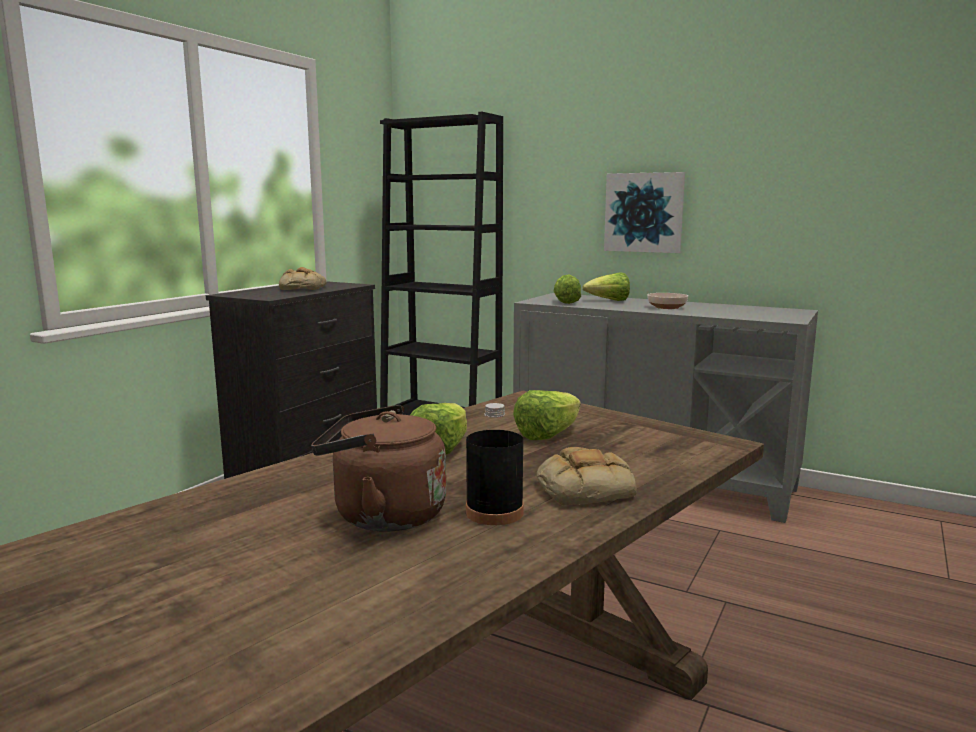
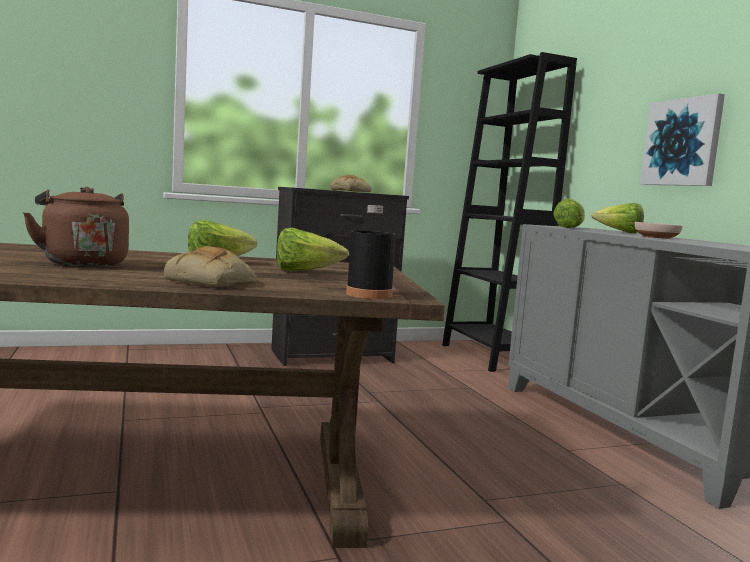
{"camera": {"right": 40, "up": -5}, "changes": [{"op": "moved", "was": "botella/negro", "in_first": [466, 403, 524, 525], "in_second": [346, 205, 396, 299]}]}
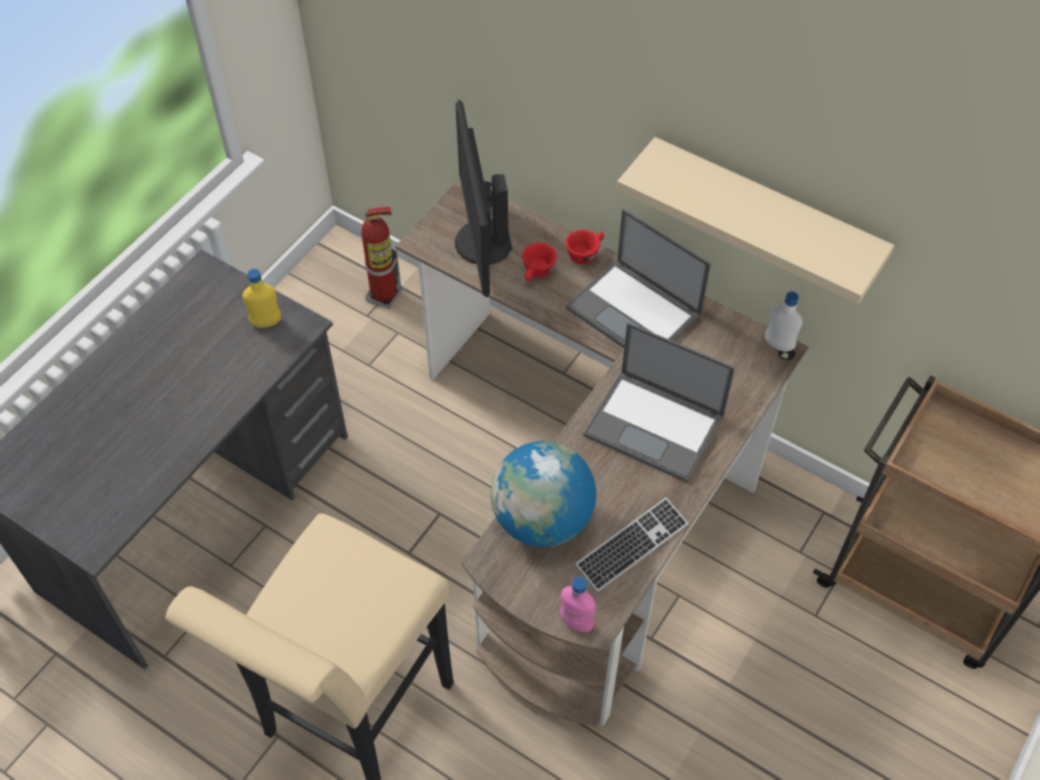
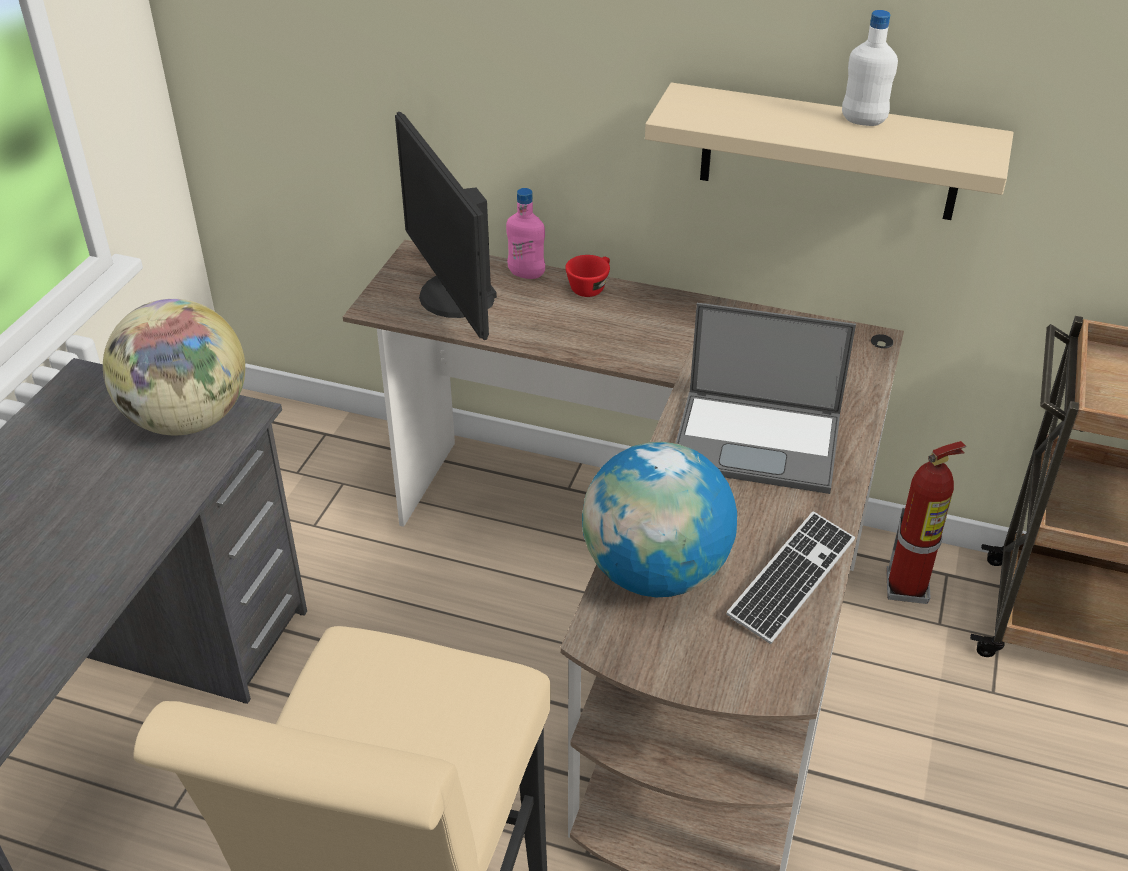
{"camera": {"right": -15, "up": -15}, "changes": [{"op": "replaced", "was": "botella/amarillo", "now": "globo terráqueo", "in_first": [242, 269, 281, 328], "in_second": [103, 299, 245, 435]}, {"op": "moved", "was": "botella/rosa", "in_first": [560, 576, 596, 633], "in_second": [506, 188, 545, 279]}, {"op": "moved", "was": "botella/blanco", "in_first": [765, 292, 802, 352], "in_second": [842, 10, 898, 126]}, {"op": "moved", "was": "extintor", "in_first": [361, 207, 402, 309], "in_second": [887, 441, 966, 604]}, {"op": "removed", "was": "taza/rojo", "in_first": [522, 242, 557, 281]}, {"op": "removed", "was": "portátil", "in_first": [566, 209, 711, 348]}]}
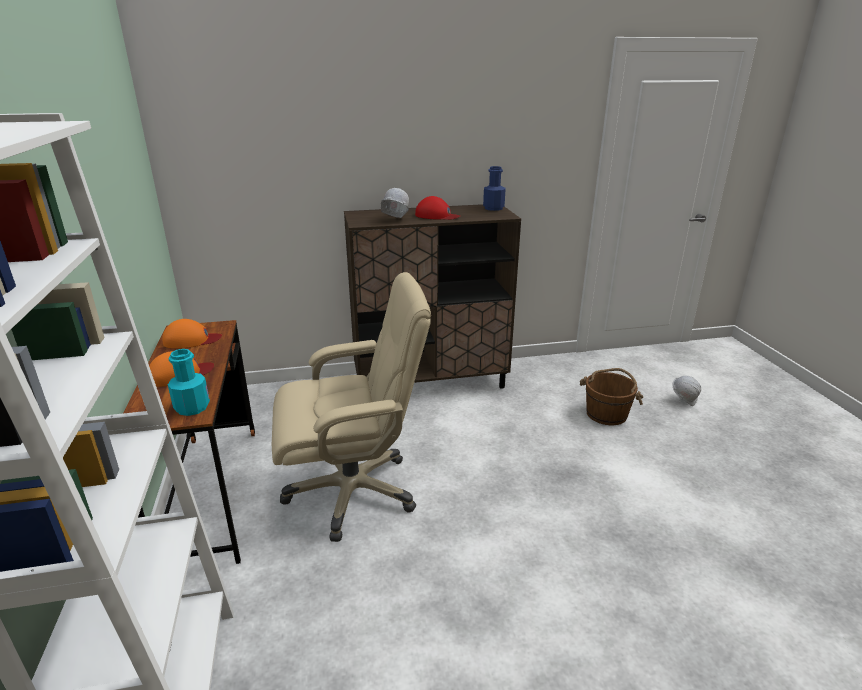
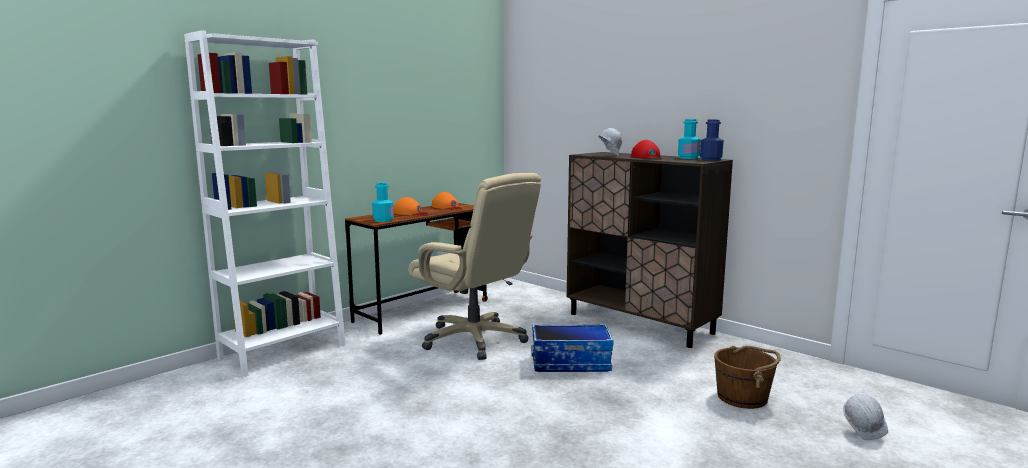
{"camera": {"right": 55, "up": -15}, "changes": [{"op": "added", "now": "caja de almacenaje", "in_second": [531, 324, 614, 372]}, {"op": "added", "now": "botella/turquesa", "in_second": [678, 119, 701, 159]}]}
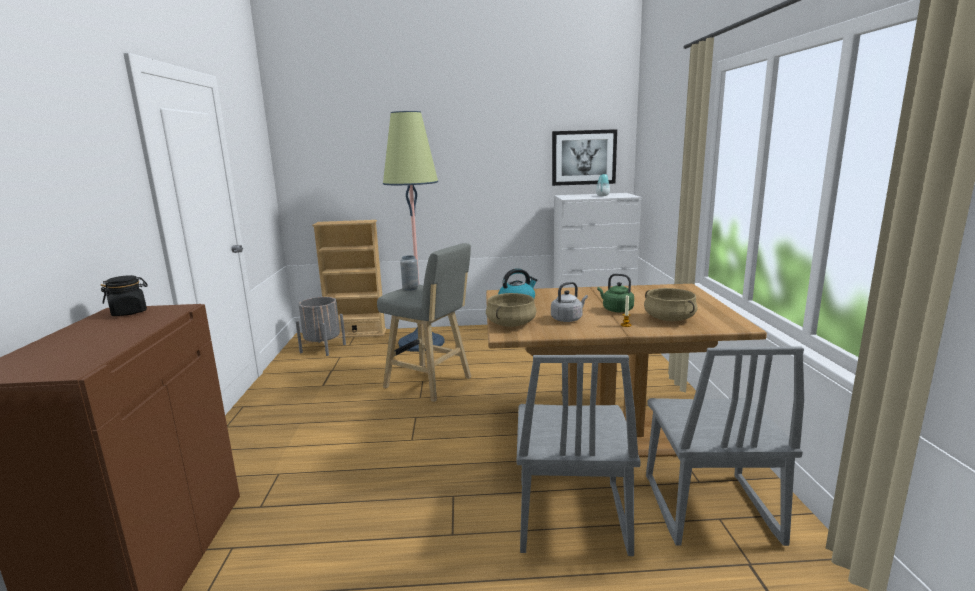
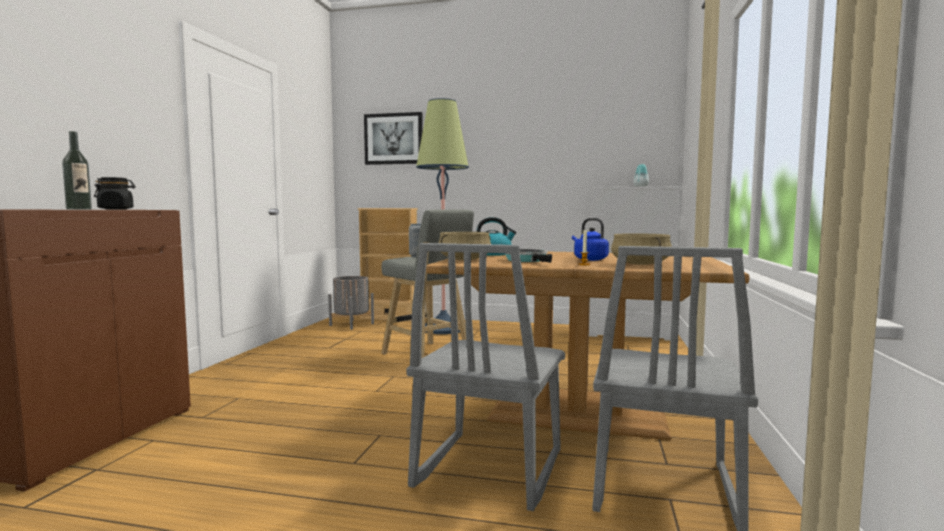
{"camera": {"right": 15, "up": -10}, "changes": [{"op": "added", "now": "botella", "in_second": [62, 131, 92, 209]}, {"op": "moved", "was": "cuadro", "in_first": [552, 129, 617, 186], "in_second": [364, 112, 423, 165]}, {"op": "replaced", "was": "hervidor/gris", "now": "sartén", "in_first": [551, 282, 588, 322], "in_second": [505, 249, 552, 263]}, {"op": "recoloured", "was": "hervidor/verde", "now": "hervidor/azul", "in_first": [597, 273, 634, 312], "in_second": [572, 218, 609, 261]}]}
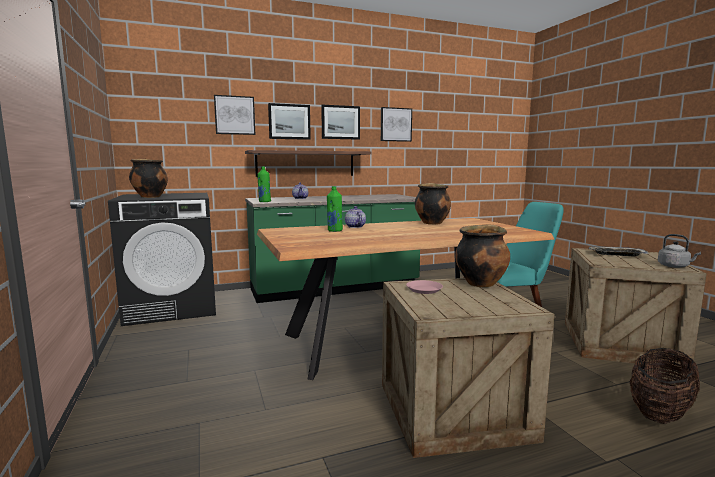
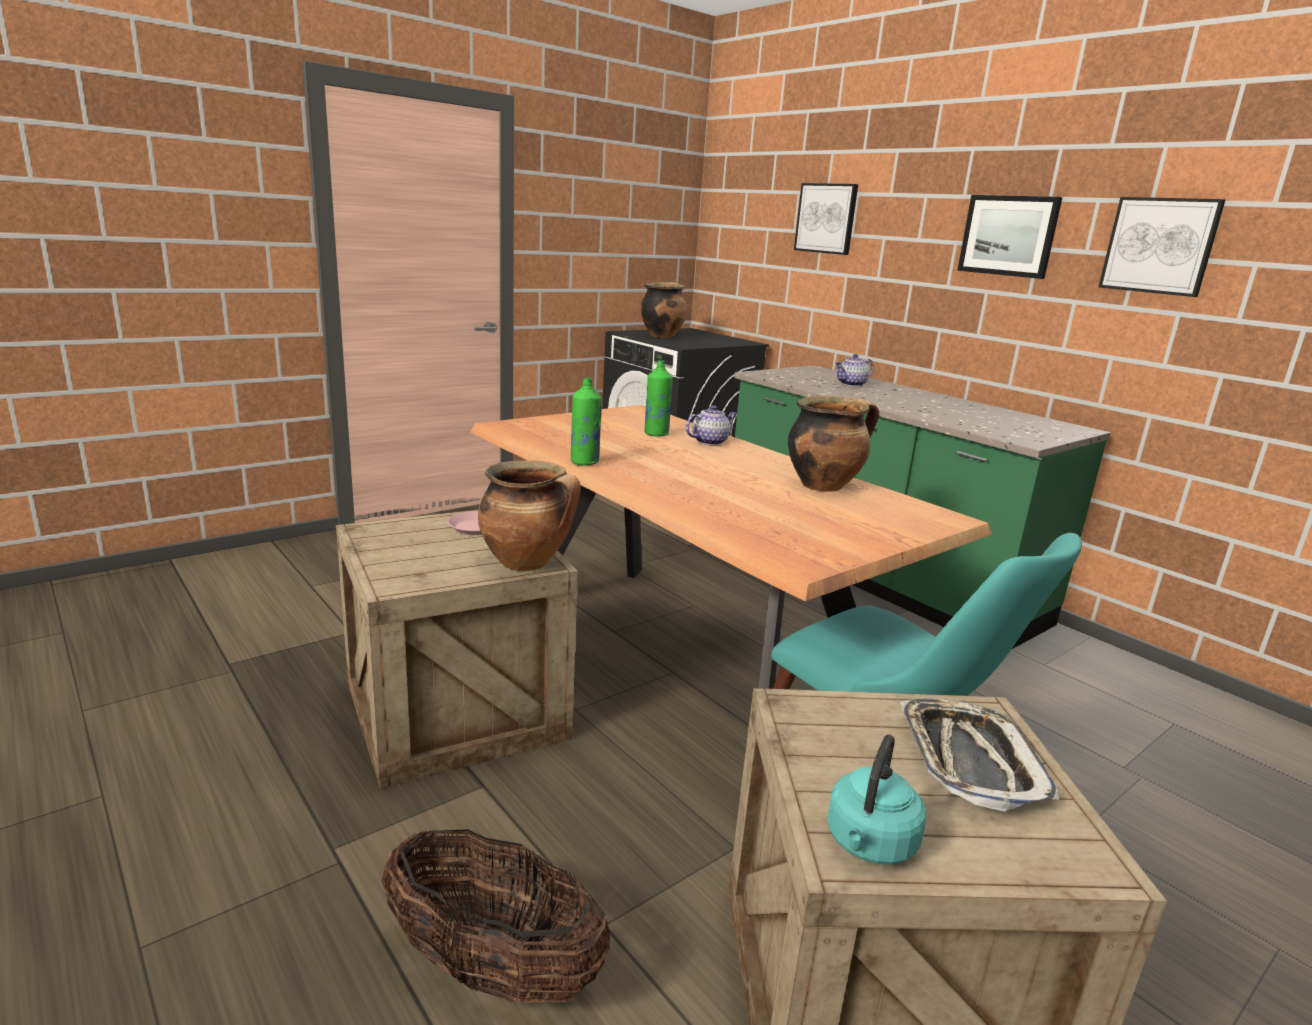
{"camera": {"right": 70, "up": 10}, "changes": [{"op": "moved", "was": "botella/verde", "in_first": [257, 166, 271, 202], "in_second": [571, 377, 602, 466]}, {"op": "recoloured", "was": "hervidor/gris", "now": "hervidor/turquesa", "in_first": [658, 234, 701, 268], "in_second": [827, 734, 926, 865]}, {"op": "removed", "was": "estante", "in_first": [245, 150, 372, 177]}, {"op": "removed", "was": "cuadro", "in_first": [268, 103, 311, 140]}]}
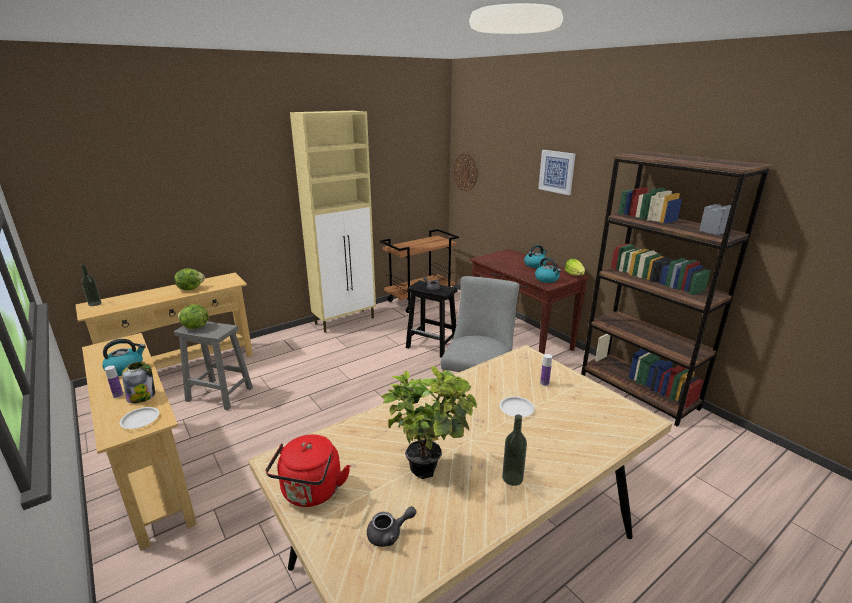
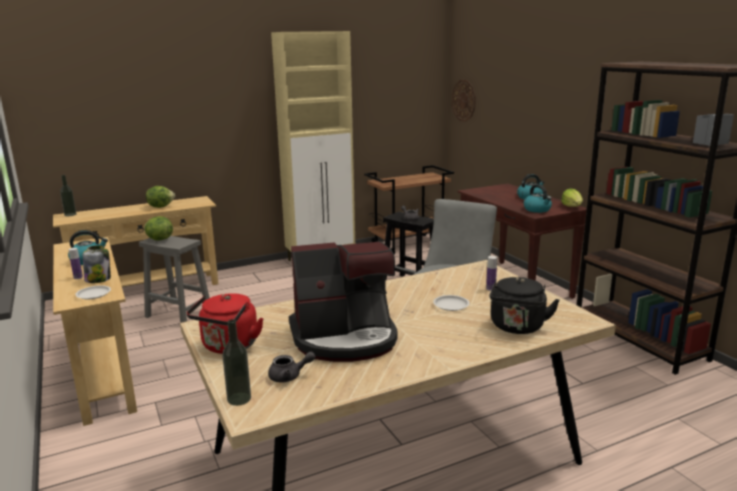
{"camera": {"right": 10, "up": -5}, "changes": [{"op": "moved", "was": "botella", "in_first": [502, 414, 527, 486], "in_second": [222, 319, 251, 406]}, {"op": "replaced", "was": "planta en maceta", "now": "cafetera", "in_first": [381, 366, 477, 479], "in_second": [289, 241, 398, 362]}, {"op": "added", "now": "hervidor/negro", "in_second": [489, 277, 560, 334]}, {"op": "removed", "was": "cuadro", "in_first": [538, 150, 576, 195]}]}
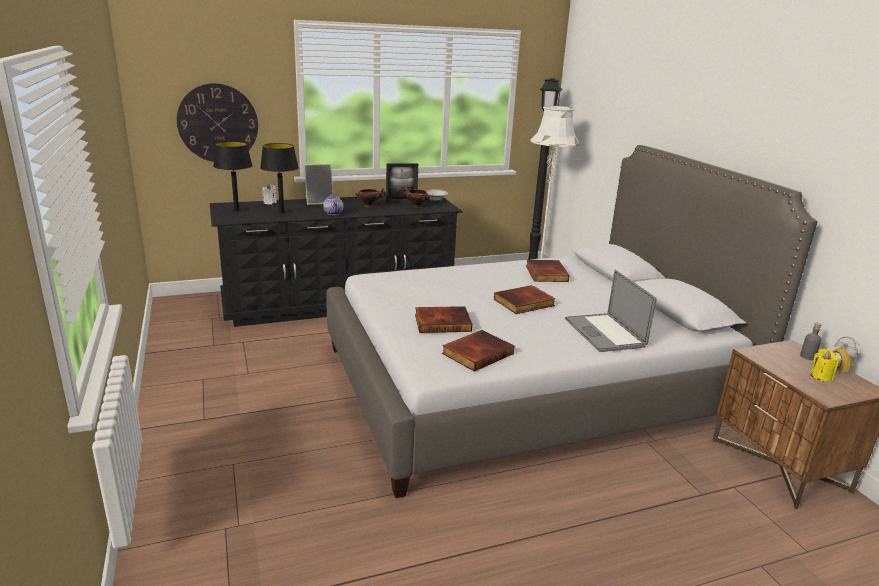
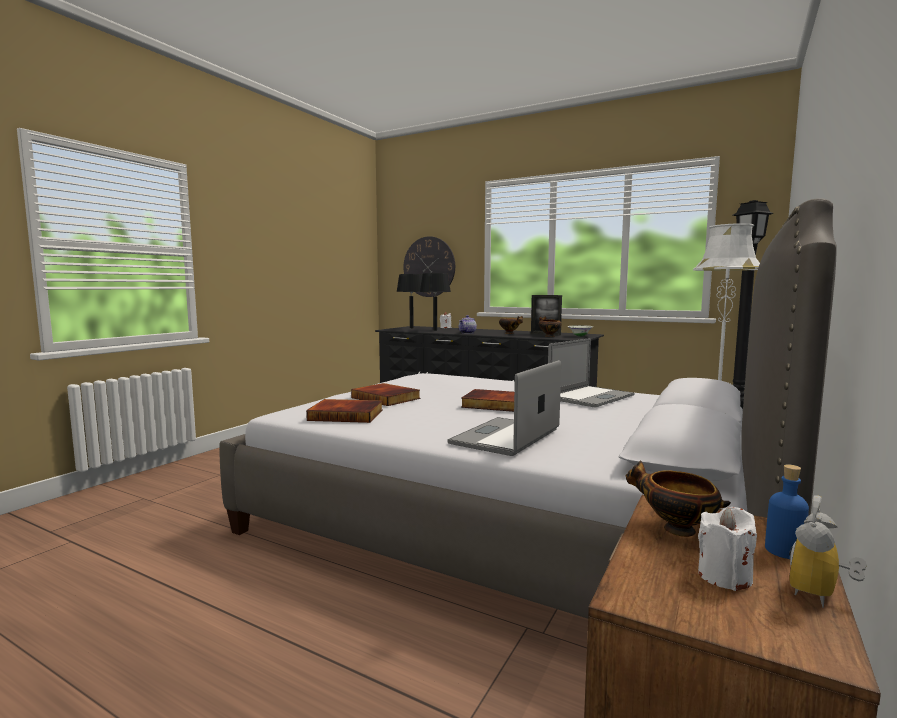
{"camera": {"right": 50, "up": -15}, "changes": [{"op": "replaced", "was": "libro", "now": "portátil", "in_first": [526, 260, 569, 282], "in_second": [548, 338, 635, 407]}, {"op": "added", "now": "cuenco", "in_second": [625, 461, 731, 537]}, {"op": "recoloured", "was": "vela/amarillo", "now": "vela/blanco", "in_first": [810, 349, 839, 382], "in_second": [698, 507, 757, 591]}, {"op": "recoloured", "was": "botella/gris", "now": "botella/azul", "in_first": [800, 323, 822, 360], "in_second": [765, 465, 809, 559]}, {"op": "removed", "was": "portarretratos", "in_first": [304, 164, 333, 205]}]}
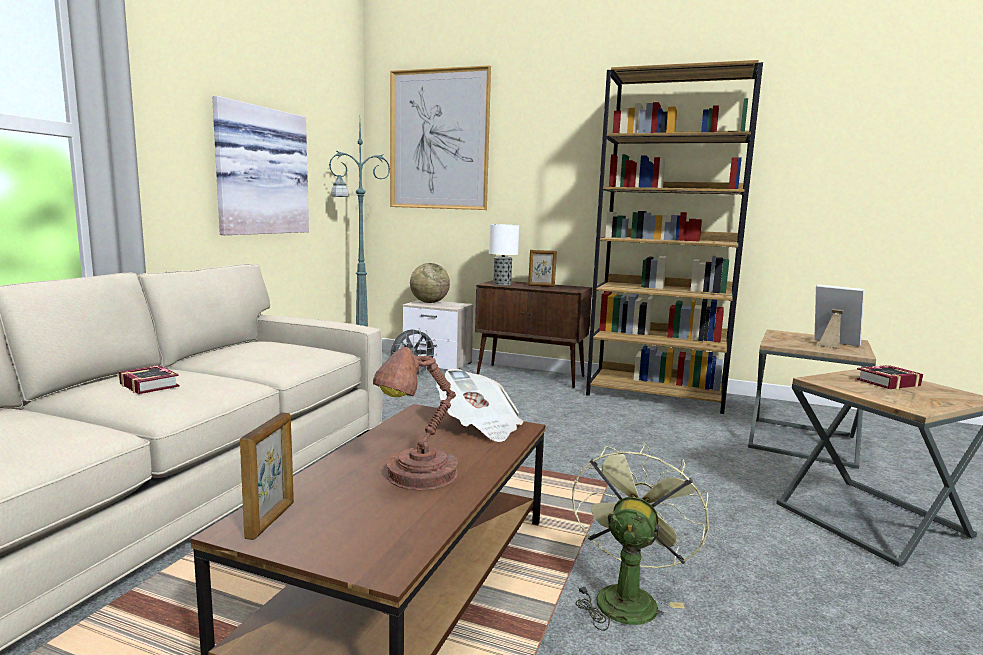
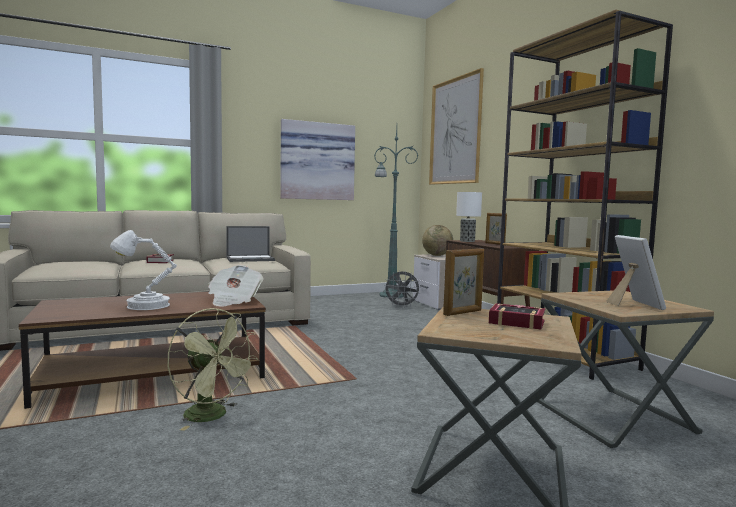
{"camera": {"right": 45, "up": -5}, "changes": [{"op": "recoloured", "was": "lámpara de mesa/marrón", "now": "lámpara de mesa/blanco", "in_first": [373, 347, 458, 490], "in_second": [110, 230, 177, 310]}, {"op": "turned", "was": "ventilador/verde", "in_first": [572, 441, 709, 631], "in_second": [168, 308, 258, 431], "clockwise": 60}, {"op": "added", "now": "portátil", "in_second": [226, 226, 275, 262]}, {"op": "moved", "was": "portarretratos", "in_first": [240, 412, 294, 540], "in_second": [443, 248, 484, 316]}]}
